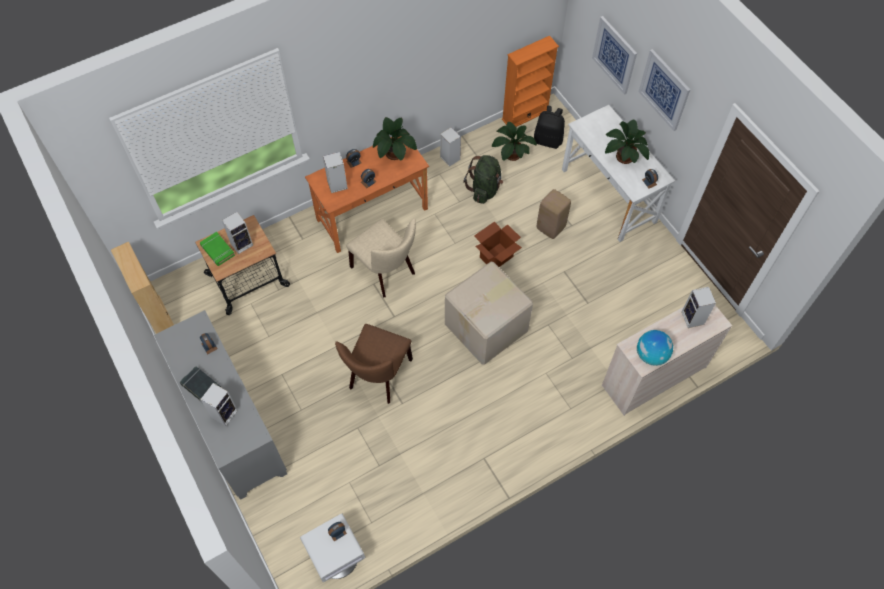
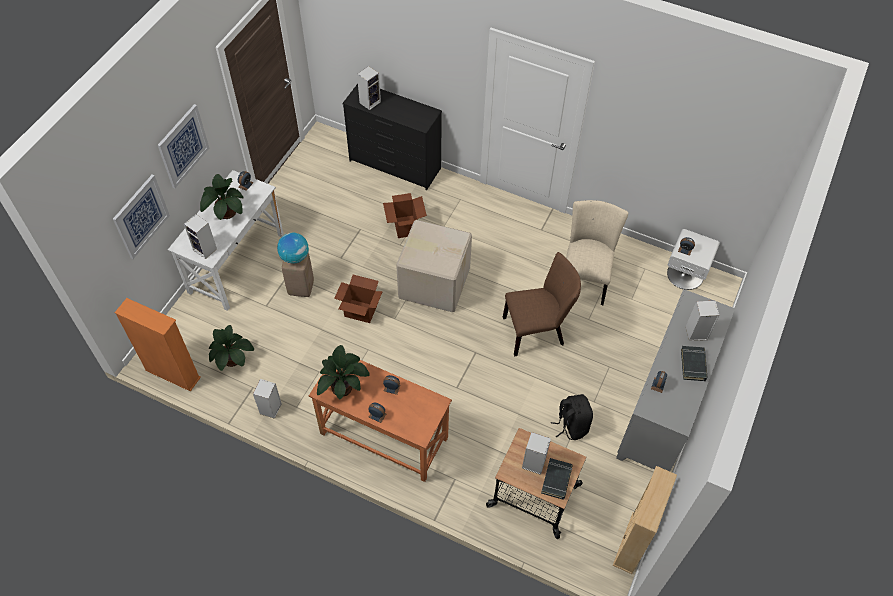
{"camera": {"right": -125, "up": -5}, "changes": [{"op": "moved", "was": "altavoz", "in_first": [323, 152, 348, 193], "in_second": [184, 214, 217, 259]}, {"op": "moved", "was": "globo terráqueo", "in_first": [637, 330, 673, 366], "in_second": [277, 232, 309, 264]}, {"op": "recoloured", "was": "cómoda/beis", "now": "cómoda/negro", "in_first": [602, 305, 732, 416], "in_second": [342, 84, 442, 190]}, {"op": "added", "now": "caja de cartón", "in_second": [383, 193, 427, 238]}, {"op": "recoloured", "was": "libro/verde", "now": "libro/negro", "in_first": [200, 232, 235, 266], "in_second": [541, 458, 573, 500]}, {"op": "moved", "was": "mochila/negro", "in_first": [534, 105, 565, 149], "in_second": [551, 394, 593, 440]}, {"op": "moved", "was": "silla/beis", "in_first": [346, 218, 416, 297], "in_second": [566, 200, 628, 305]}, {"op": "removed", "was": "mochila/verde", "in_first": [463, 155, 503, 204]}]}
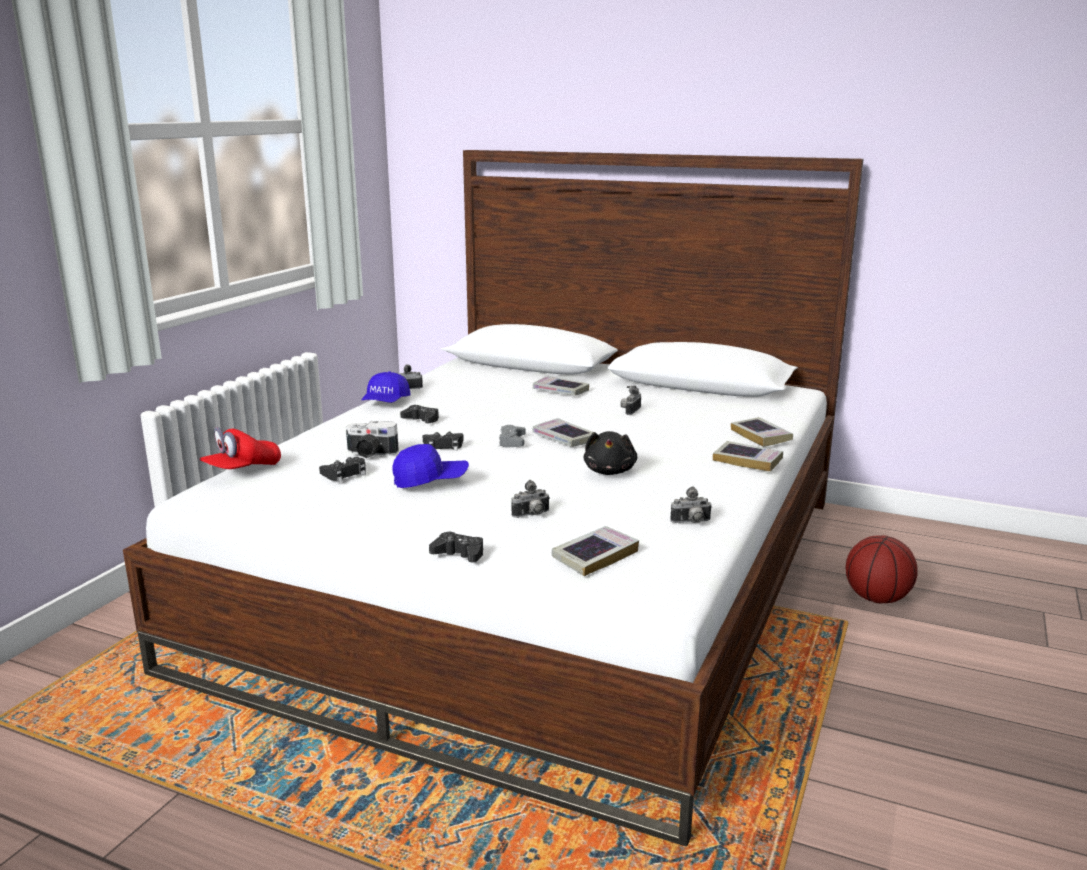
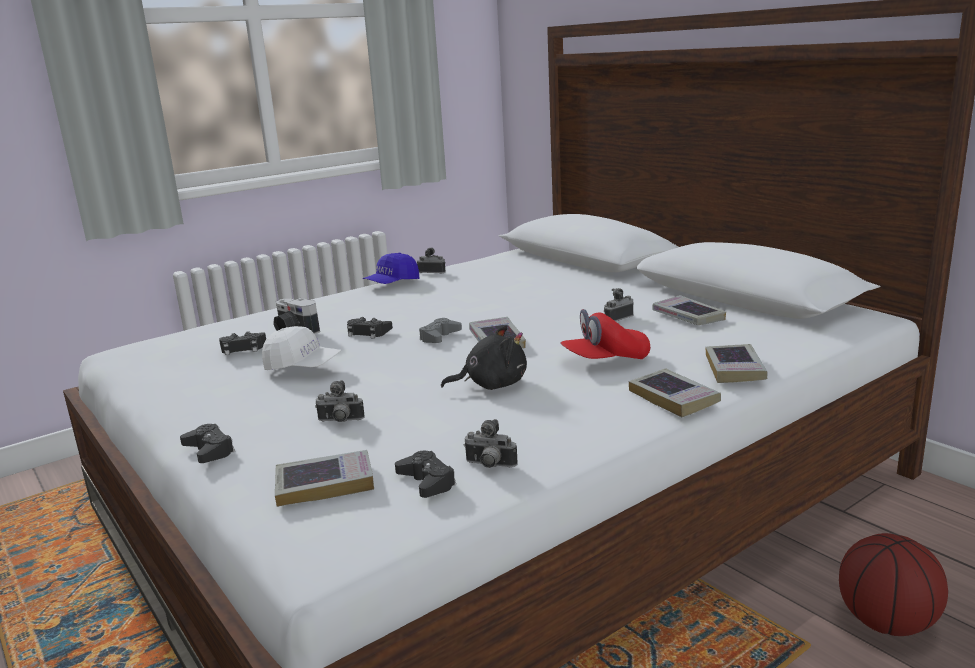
{"camera": {"right": 30, "up": 0}, "changes": [{"op": "recoloured", "was": "gorra/azul", "now": "gorra/blanco", "in_first": [392, 444, 469, 488], "in_second": [262, 326, 342, 370]}, {"op": "moved", "was": "mando de consola/negro", "in_first": [400, 405, 439, 423], "in_second": [395, 451, 456, 498]}, {"op": "turned", "was": "peluche/negro", "in_first": [583, 431, 637, 475], "in_second": [441, 325, 527, 390], "clockwise": -135}, {"op": "moved", "was": "gorra/rojo", "in_first": [199, 427, 281, 469], "in_second": [560, 309, 650, 359]}, {"op": "moved", "was": "libro", "in_first": [533, 376, 589, 396], "in_second": [652, 295, 726, 325]}]}
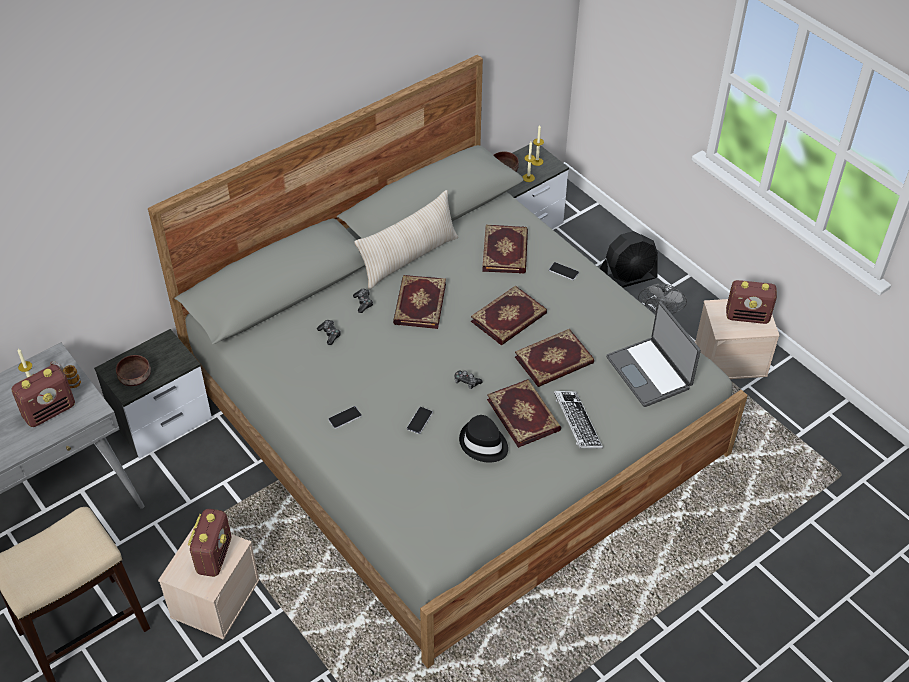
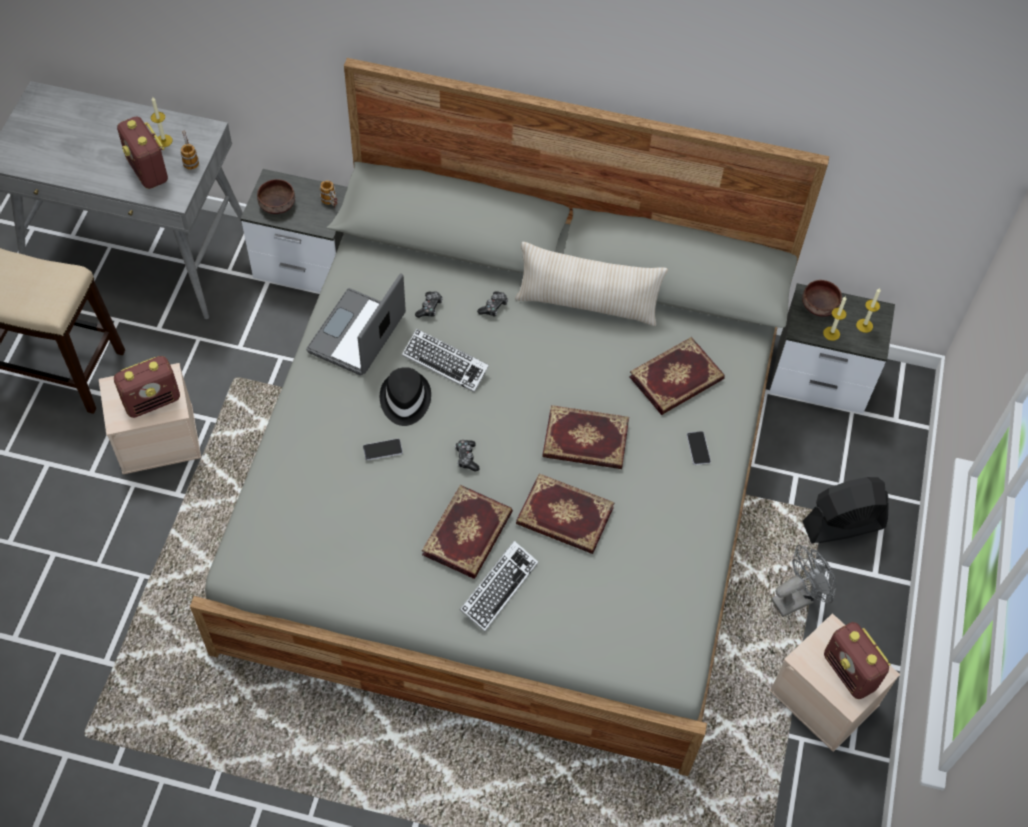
{"camera": {"right": 50, "up": 10}, "changes": [{"op": "turned", "was": "radio", "in_first": [12, 365, 75, 427], "in_second": [117, 116, 168, 189], "clockwise": 45}, {"op": "moved", "was": "portátil", "in_first": [606, 301, 701, 407], "in_second": [306, 274, 406, 376]}, {"op": "added", "now": "taza grande", "in_second": [320, 180, 337, 208]}, {"op": "moved", "was": "sombrero/negro", "in_first": [459, 415, 508, 462], "in_second": [380, 367, 431, 426]}, {"op": "added", "now": "teclado", "in_second": [402, 329, 489, 393]}, {"op": "turned", "was": "ventilador/negro", "in_first": [600, 231, 658, 288], "in_second": [803, 477, 889, 544], "clockwise": 135}, {"op": "removed", "was": "móvil", "in_first": [328, 406, 362, 429]}, {"op": "removed", "was": "libro", "in_first": [393, 275, 446, 329]}]}
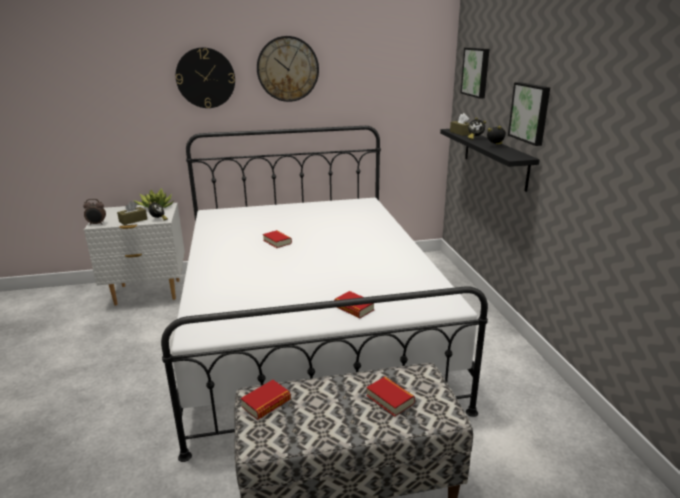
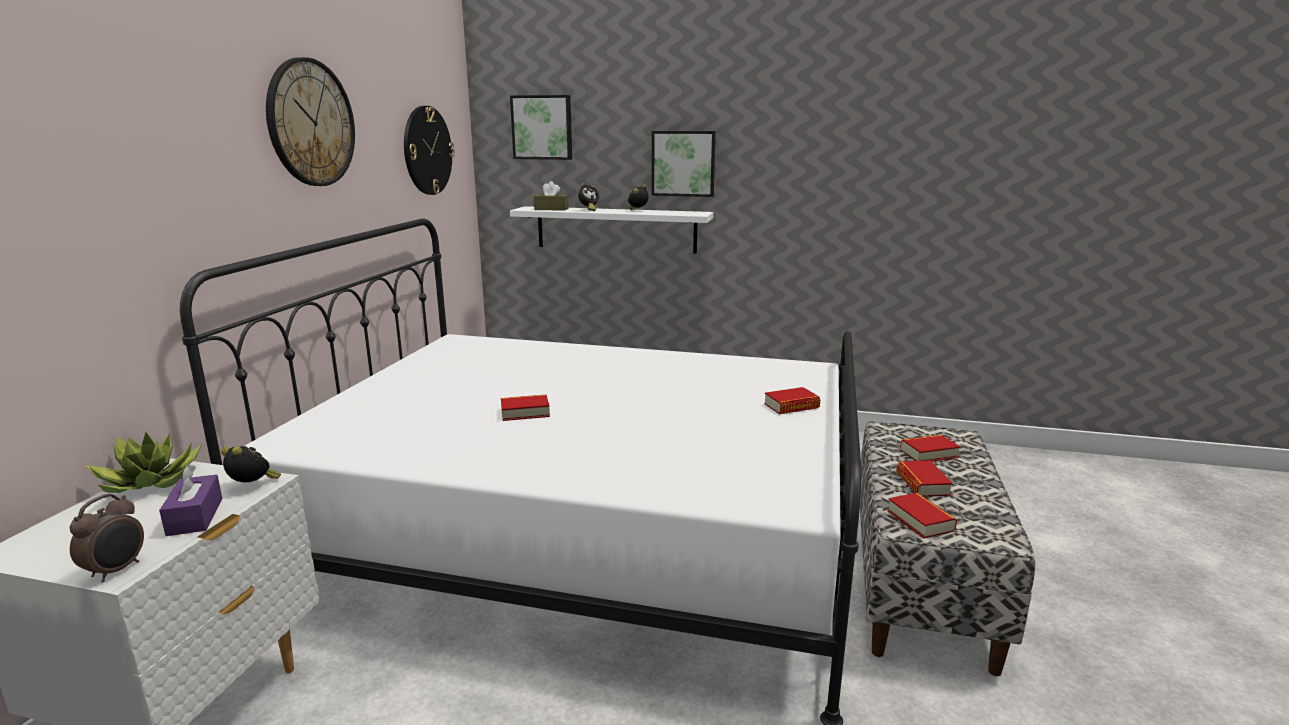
{"camera": {"right": -65, "up": -5}, "changes": [{"op": "recoloured", "was": "caja de pañuelos/marrón", "now": "caja de pañuelos/morado", "in_first": [117, 201, 147, 225], "in_second": [159, 465, 223, 536]}, {"op": "moved", "was": "reloj de pared", "in_first": [176, 47, 235, 108], "in_second": [404, 106, 455, 195]}, {"op": "recoloured", "was": "estante/negro", "now": "estante/blanco", "in_first": [440, 129, 540, 192], "in_second": [510, 206, 713, 254]}, {"op": "added", "now": "libro", "in_second": [896, 460, 953, 497]}]}
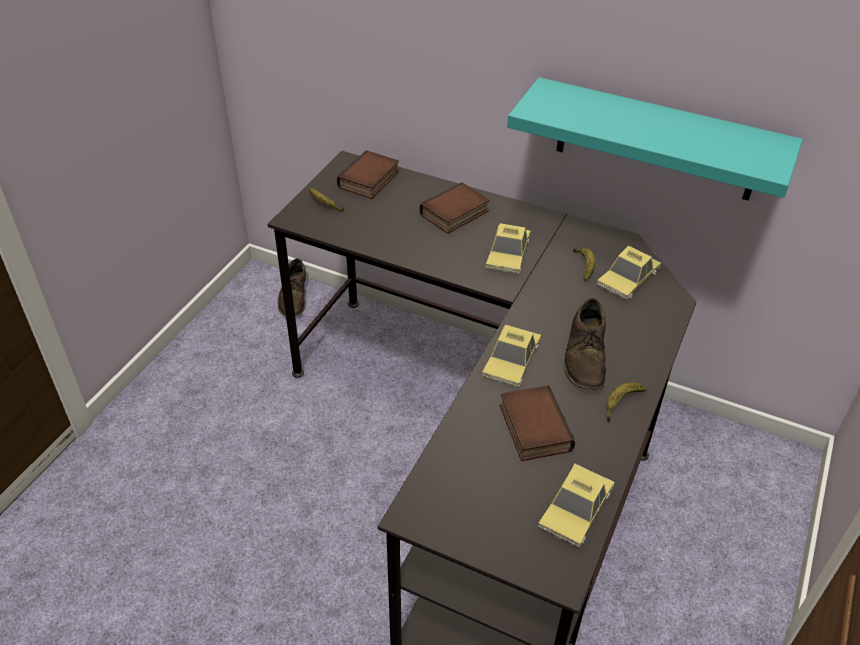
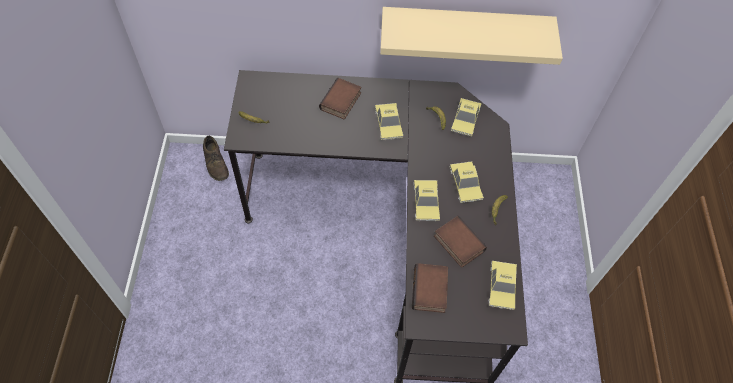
{"camera": {"right": -25, "up": 15}, "changes": [{"op": "recoloured", "was": "estante/turquesa", "now": "estante/beis", "in_first": [507, 77, 803, 201], "in_second": [380, 7, 563, 65]}, {"op": "moved", "was": "libro", "in_first": [337, 150, 399, 199], "in_second": [412, 263, 448, 313]}, {"op": "replaced", "was": "zapato/marrón", "now": "coche de juguete", "in_first": [564, 298, 606, 390], "in_second": [450, 161, 484, 203]}]}
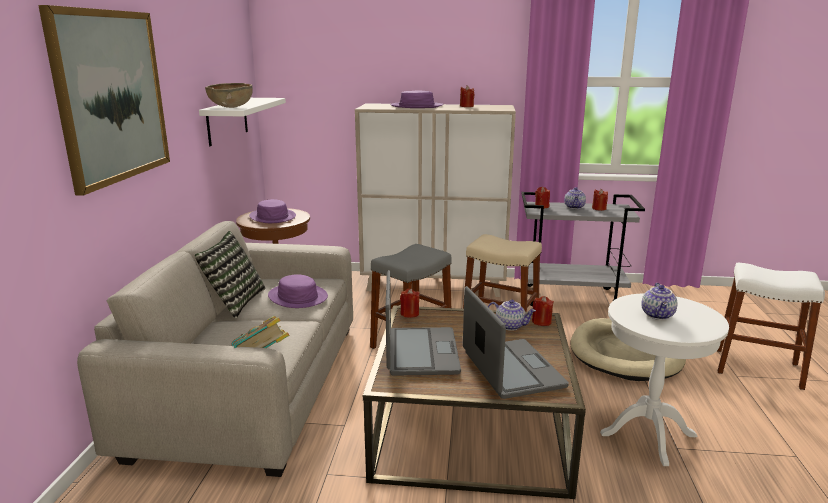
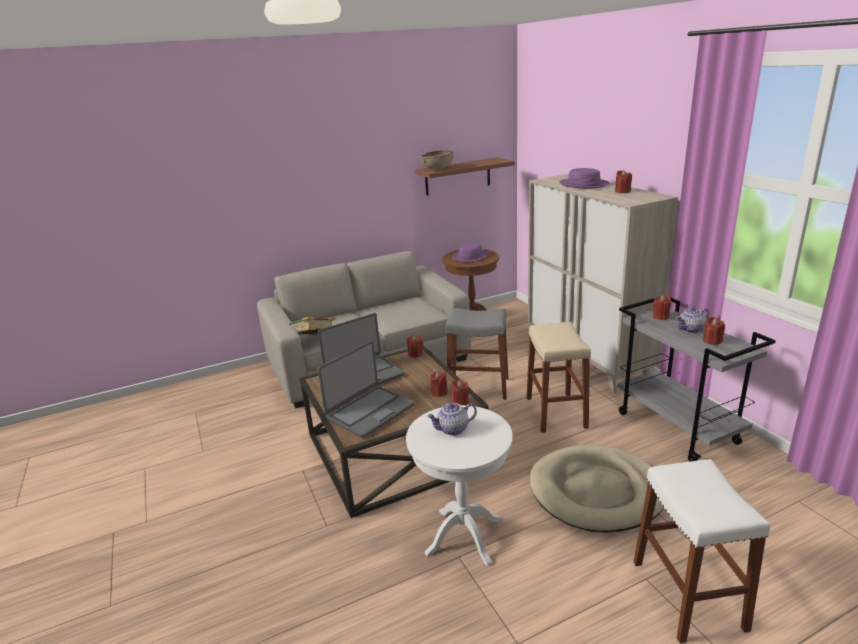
{"camera": {"right": 60, "up": 5}, "changes": [{"op": "recoloured", "was": "estante/blanco", "now": "estante/marrón", "in_first": [199, 98, 286, 146], "in_second": [415, 157, 515, 196]}, {"op": "replaced", "was": "tetera", "now": "vela/rojo", "in_first": [488, 299, 536, 331], "in_second": [430, 371, 448, 397]}, {"op": "removed", "was": "cuadro", "in_first": [38, 5, 170, 196]}, {"op": "removed", "was": "cojín", "in_first": [195, 231, 265, 319]}, {"op": "removed", "was": "sombrero/morado", "in_first": [268, 274, 328, 308]}]}
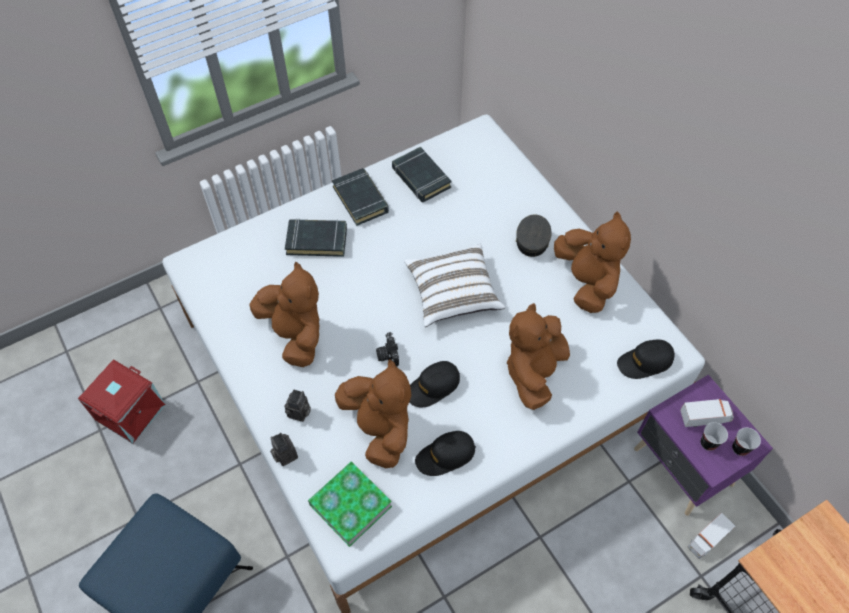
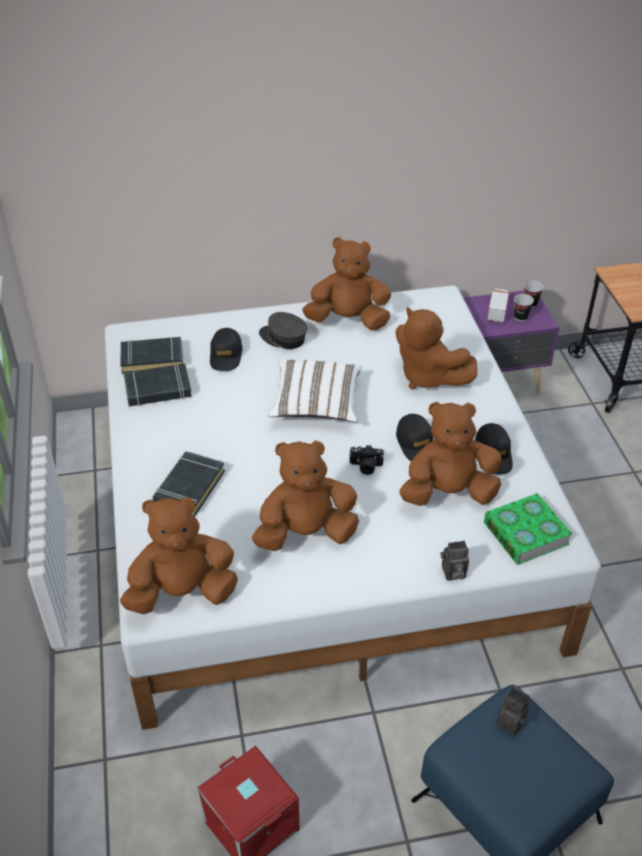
{"camera": {"right": -70, "up": -15}, "changes": [{"op": "moved", "was": "libro/negro", "in_first": [332, 168, 389, 226], "in_second": [120, 336, 183, 374]}, {"op": "added", "now": "peluche/marrón", "in_second": [120, 497, 238, 614]}, {"op": "moved", "was": "gorra/negro", "in_first": [617, 340, 675, 379], "in_second": [210, 328, 242, 371]}, {"op": "moved", "was": "cámara", "in_first": [284, 390, 311, 422], "in_second": [496, 686, 530, 736]}, {"op": "removed", "was": "camión de juguete", "in_first": [687, 512, 735, 559]}]}
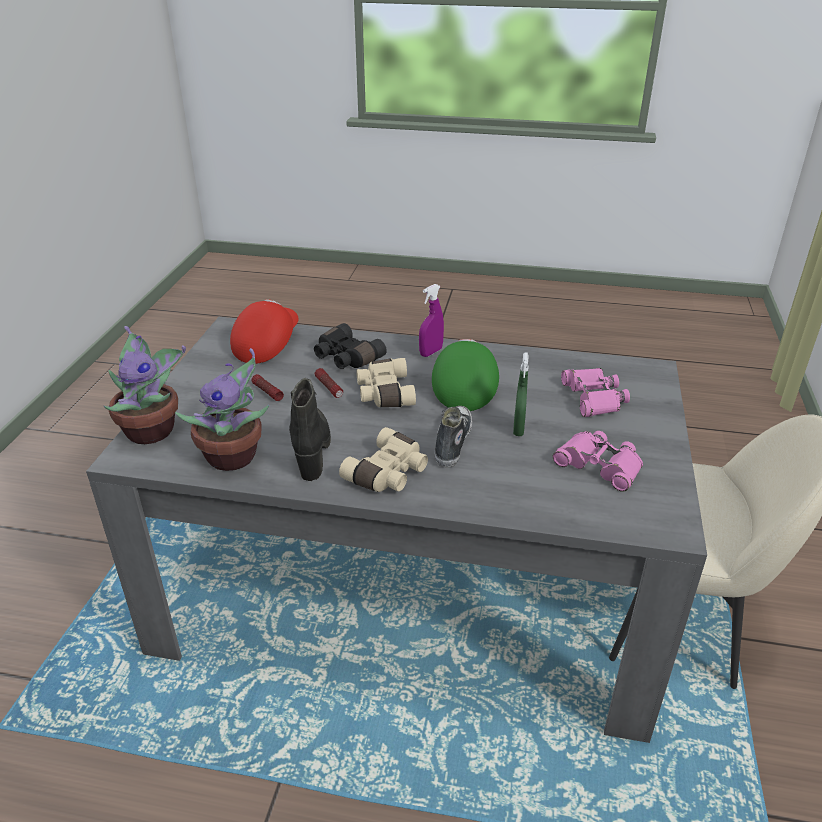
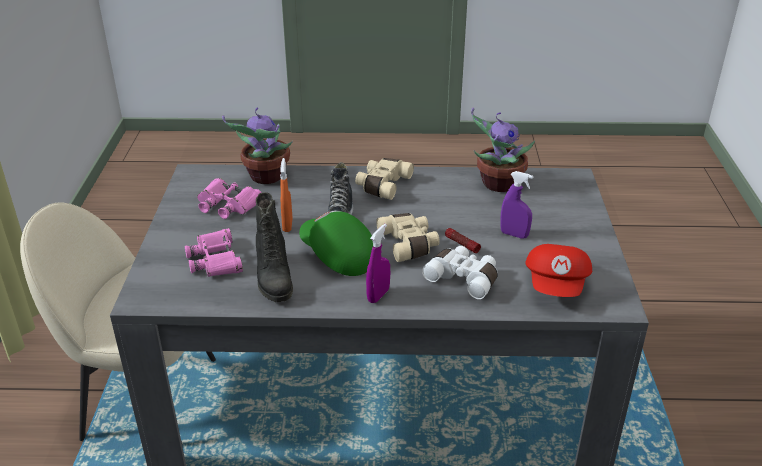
{"camera": {"right": 170, "up": 0}, "changes": [{"op": "moved", "was": "planta en maceta", "in_first": [104, 326, 186, 444], "in_second": [222, 108, 293, 184]}, {"op": "moved", "was": "bota/negro", "in_first": [289, 378, 331, 481], "in_second": [256, 192, 293, 302]}, {"op": "recoloured", "was": "pulverizador/verde", "now": "pulverizador/naranja", "in_first": [513, 352, 529, 436], "in_second": [280, 158, 292, 232]}, {"op": "turned", "was": "gorra/verde", "in_first": [432, 339, 499, 411], "in_second": [299, 212, 373, 276], "clockwise": 135}, {"op": "recoloured", "was": "prismáticos/negro", "now": "prismáticos/blanco", "in_first": [314, 323, 387, 369], "in_second": [422, 246, 498, 299]}, {"op": "replaced", "was": "linterna", "now": "pulverizador/morado", "in_first": [251, 374, 284, 401], "in_second": [500, 171, 533, 238]}]}
